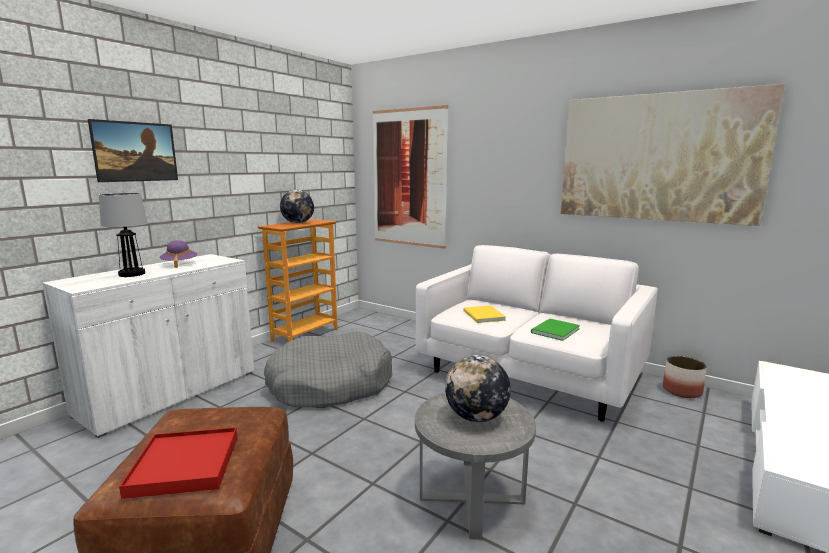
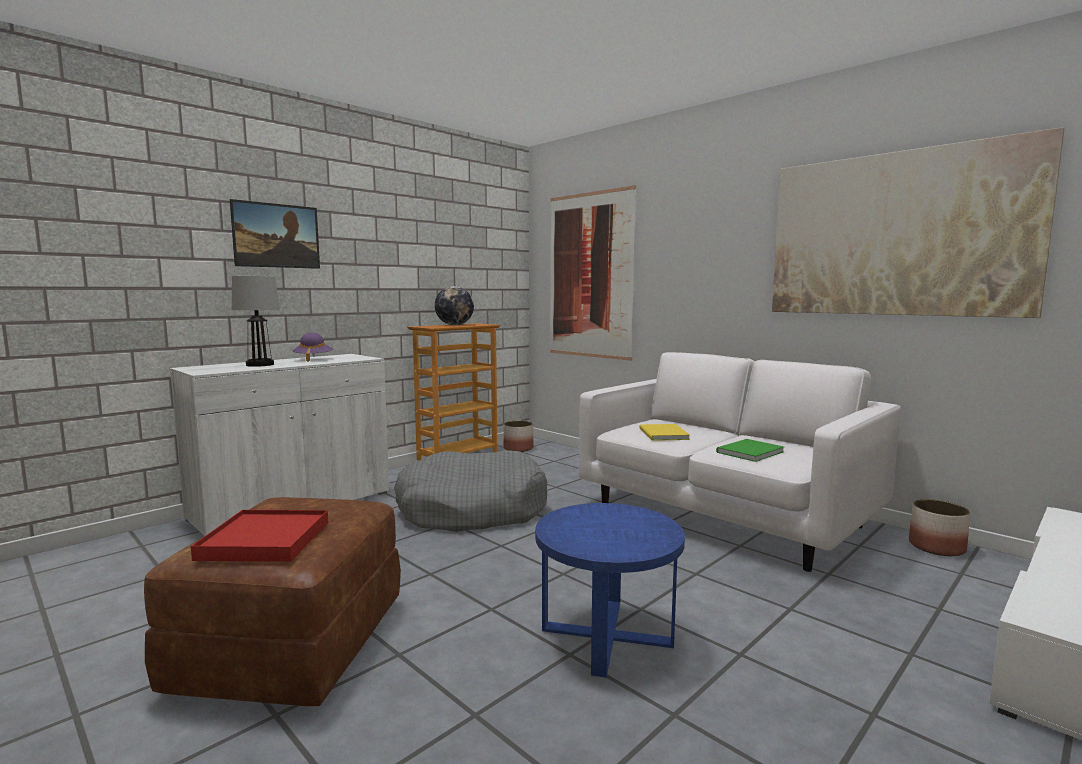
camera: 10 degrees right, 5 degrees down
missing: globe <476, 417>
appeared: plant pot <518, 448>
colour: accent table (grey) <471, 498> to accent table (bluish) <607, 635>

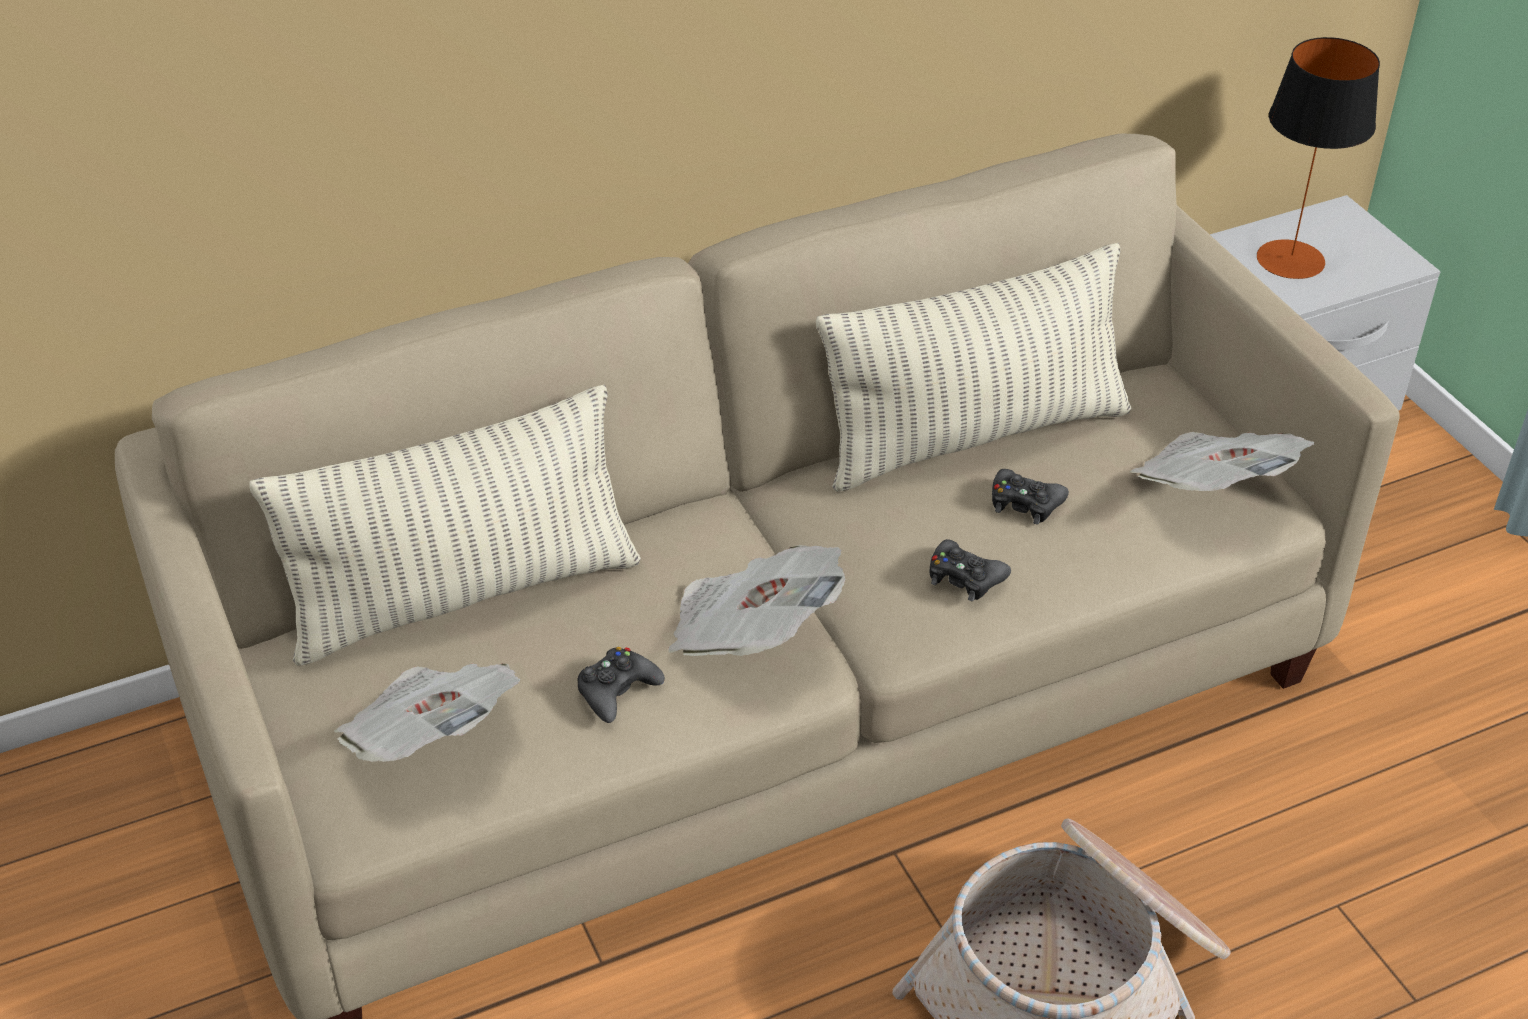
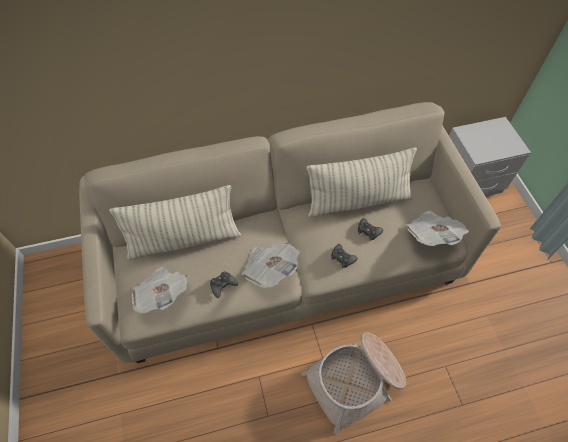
camera: 10 degrees right, 15 degrees up
missing: lamp for a table <1291, 260>

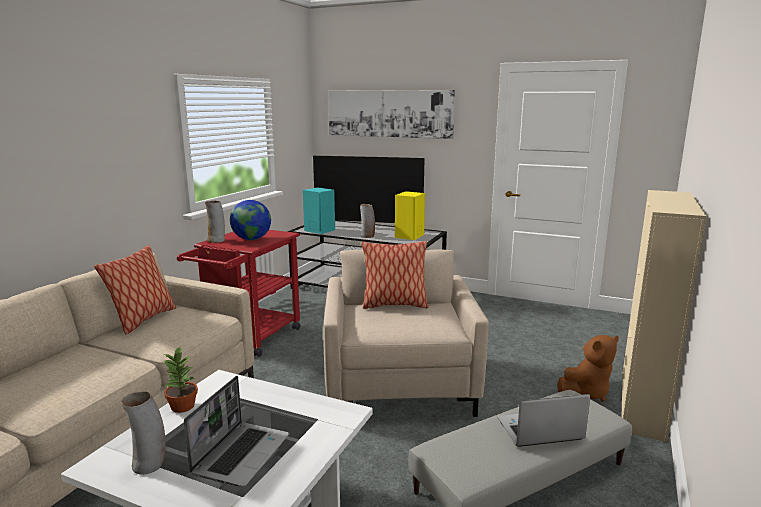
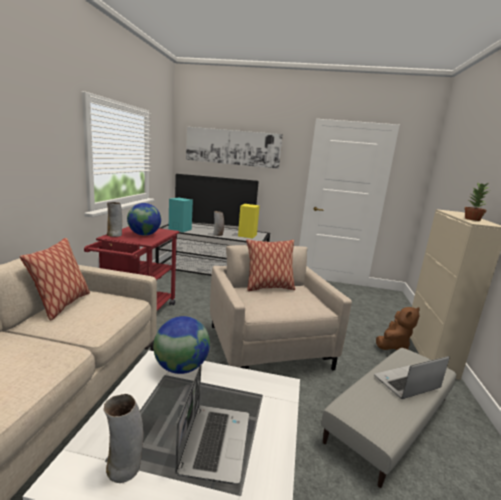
camera: 15 degrees left, 0 degrees up
appeared: globe <181, 368>
relocated: potted plant <182, 407> to <472, 219>

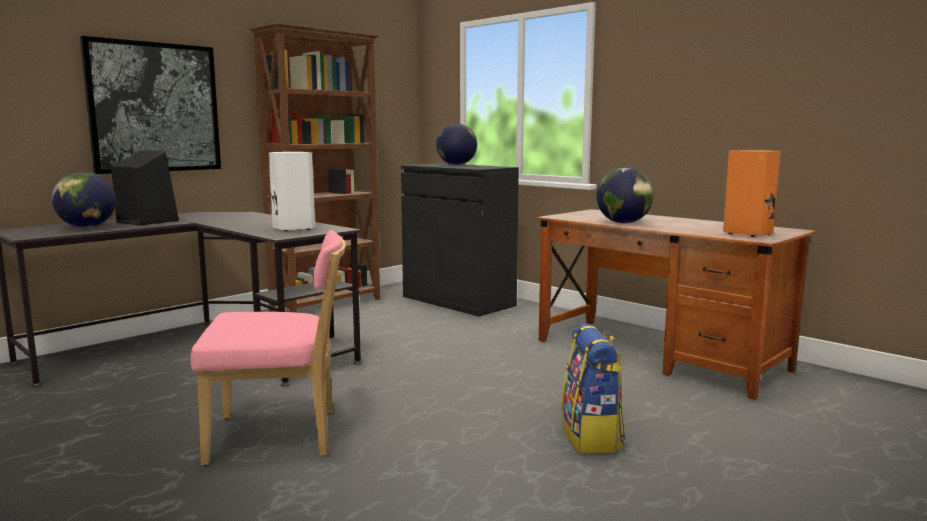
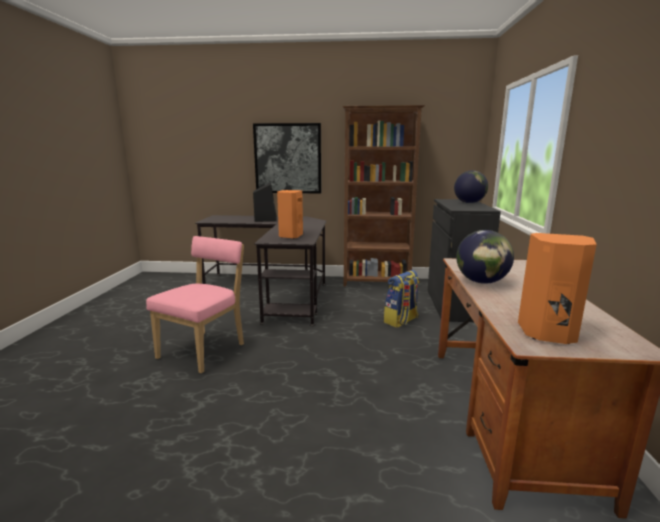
camera: 50 degrees right, 5 degrees up
missing: globe <86, 227>
relocated: knapsack <592, 437> to <401, 321>
colour: loudspeaker (whitish) <292, 228> to loudspeaker (orange-coloured) <290, 236>
spun: plain chair (pink) <281, 436> = <205, 349> 105 degrees counterclockwise

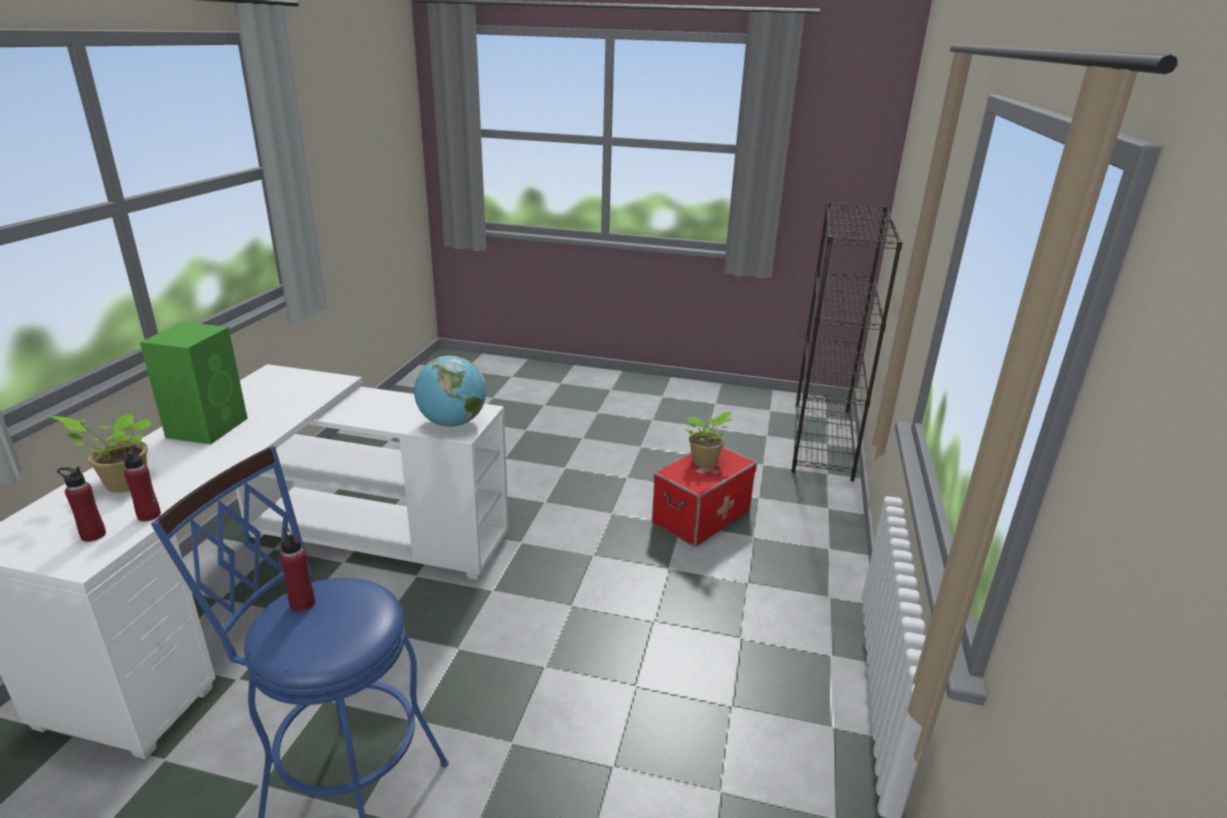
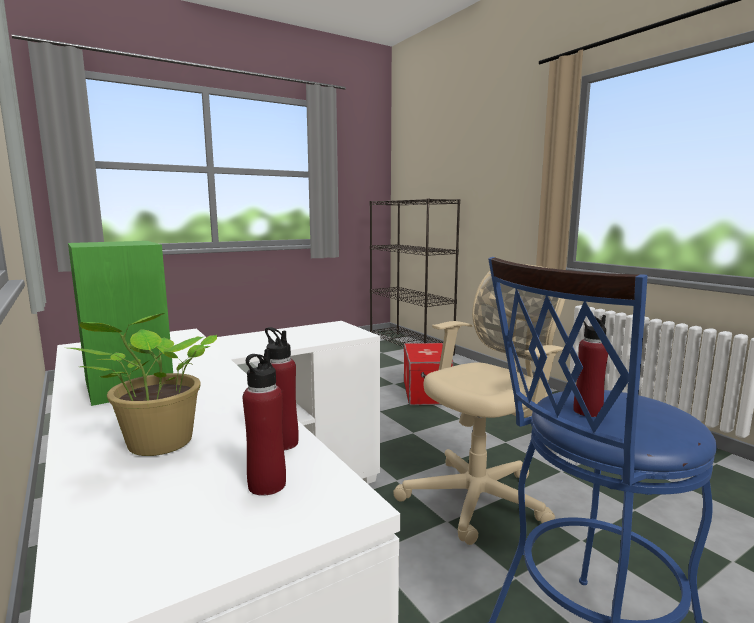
camera: 45 degrees left, 15 degrees down
missing: globe <452, 423>; potted plant <705, 462>
appeared: desk chair (beige) <481, 497>

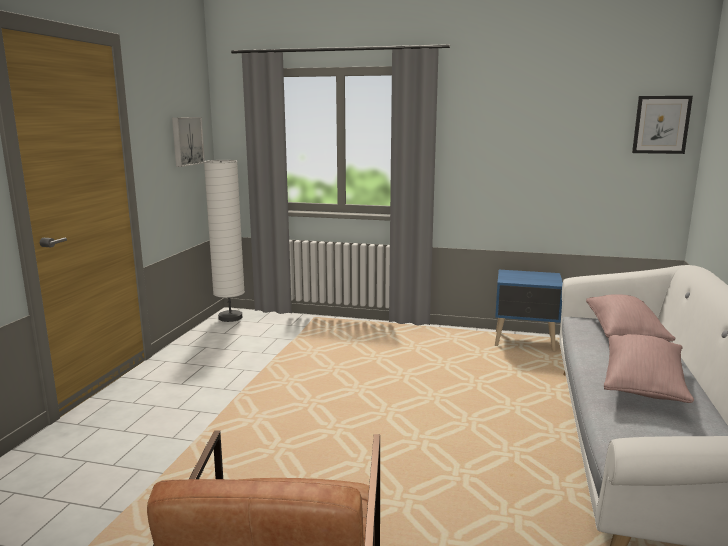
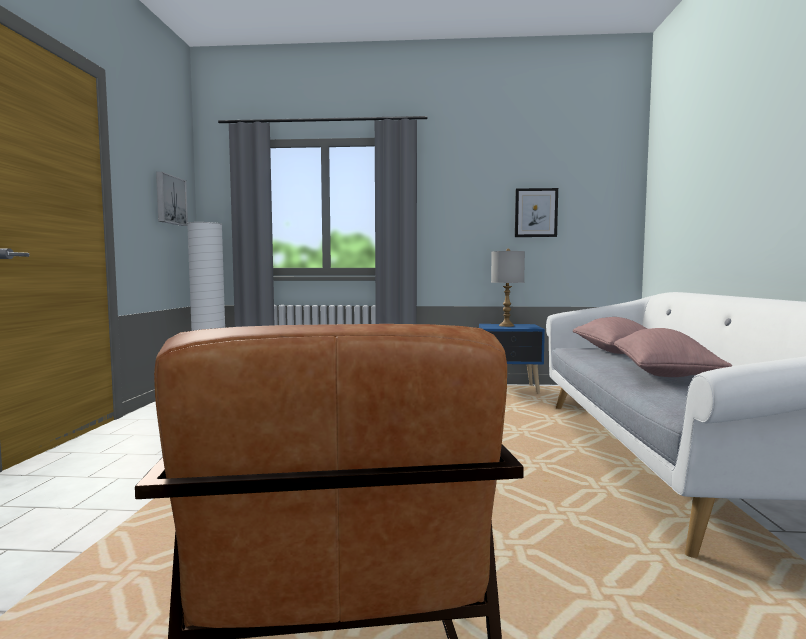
camera: 10 degrees left, 10 degrees down
appeared: lamp for a table (grey) <506, 325>
relocated: wall art <661, 125> to <536, 213>

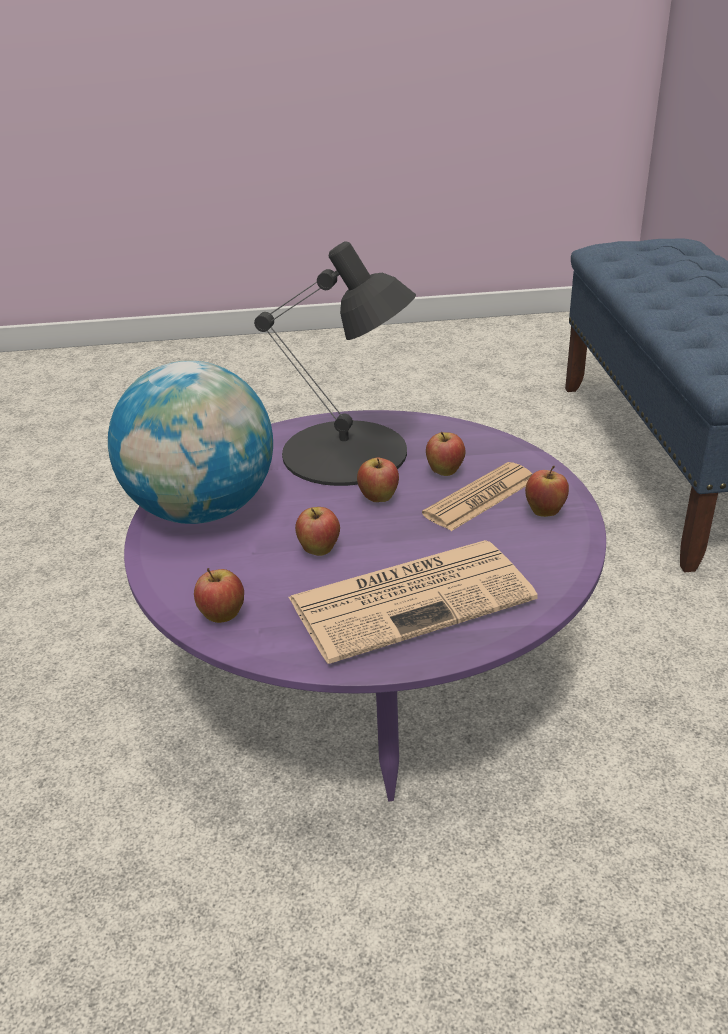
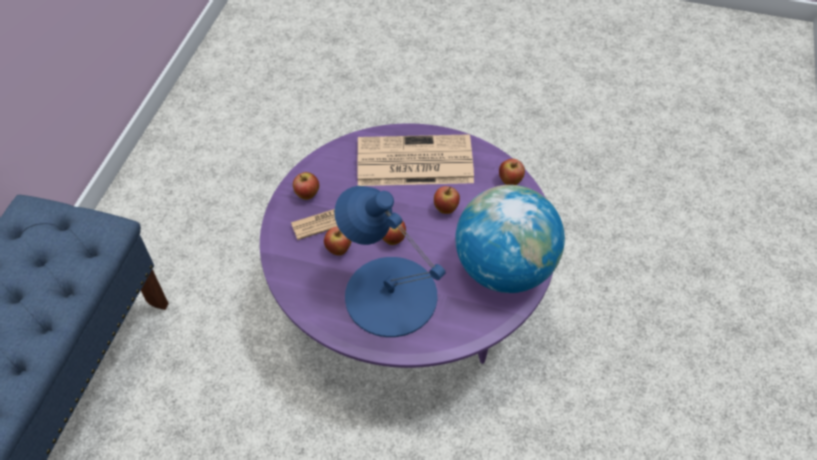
camera: 160 degrees left, 20 degrees up
colour: lamp for a table (blackish) <346, 453> to lamp for a table (bluish) <390, 295>

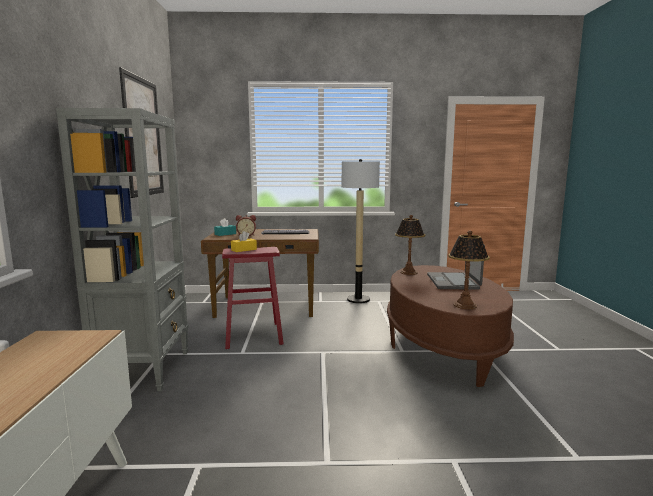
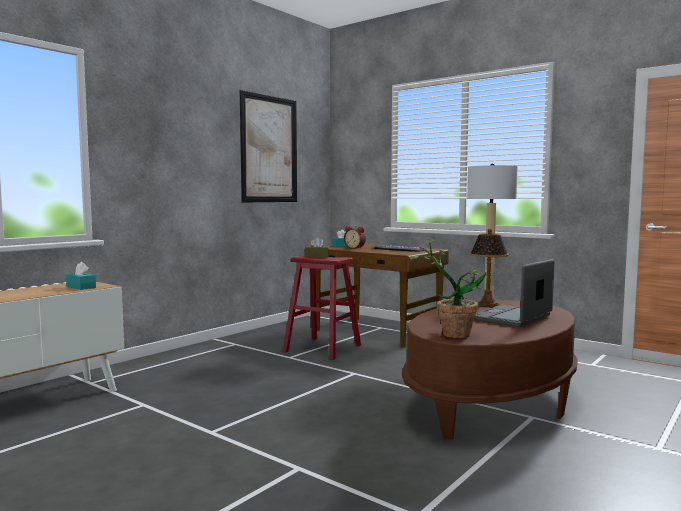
camera: 40 degrees right, 5 degrees down
missing: shelving unit (grey) <145, 370>
appeared: tissue holder (turquoise) <81, 287>
exchanged: lamp for a table <465, 305> to potted plant <451, 333>
colour: tissue holder (yellow) <244, 250> to tissue holder (brown) <317, 256>

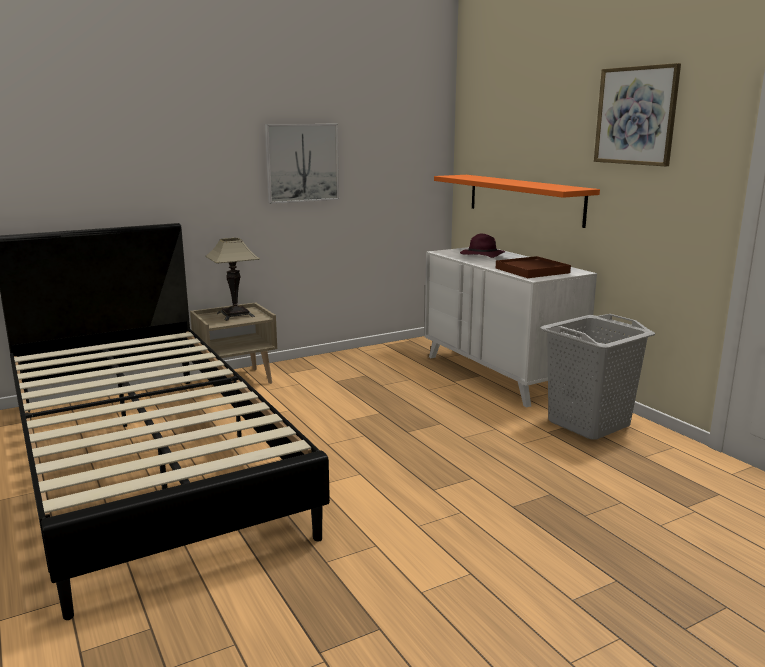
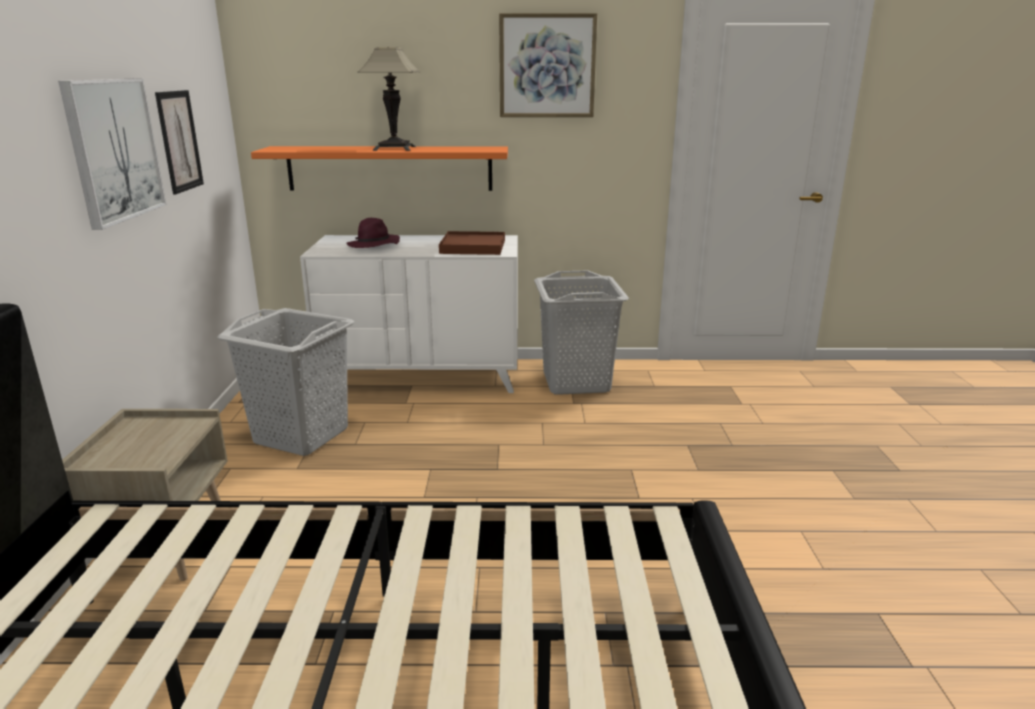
camera: 60 degrees left, 5 degrees up
appeared: wall art <179, 141>; washing basket (grey) <301, 436>
relocated: lamp for a table <235, 315> to <394, 148>

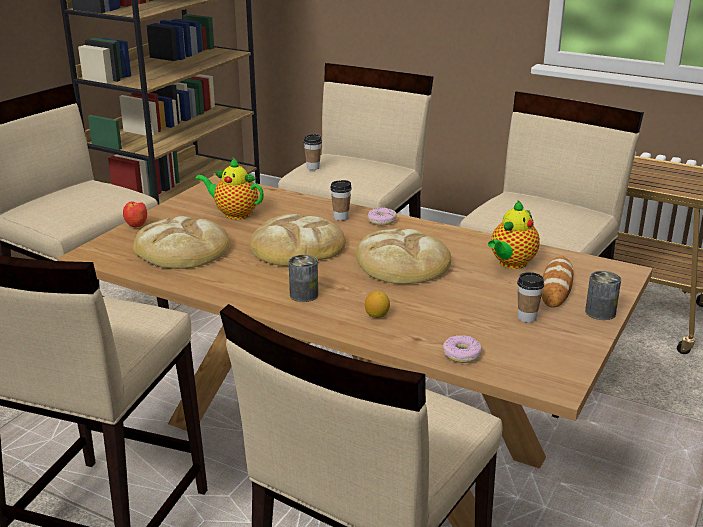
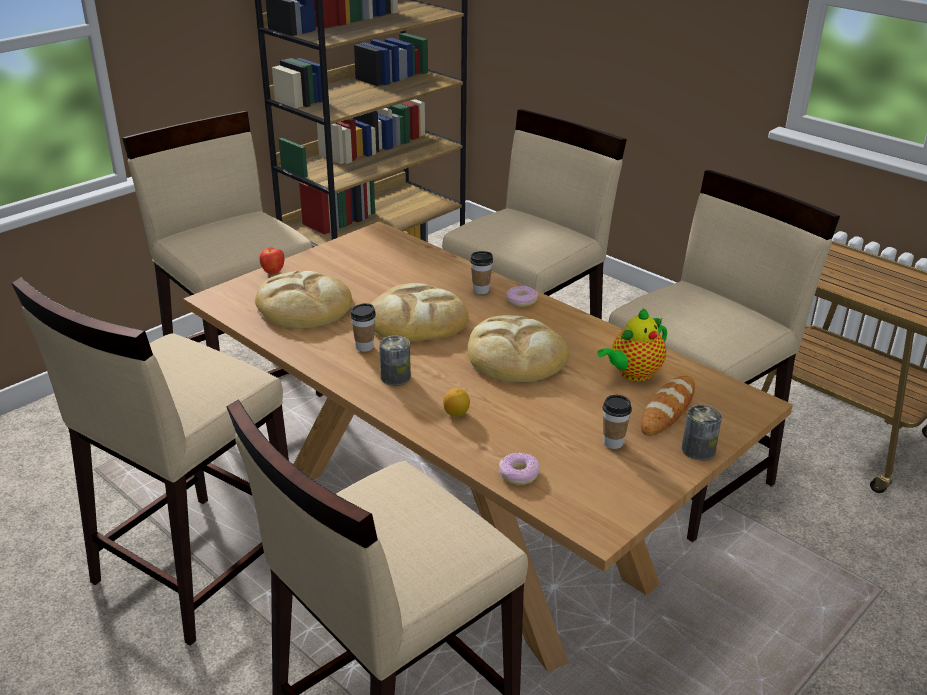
camera: 15 degrees right, 5 degrees up
missing: tea pot <234, 214>
relocated: cup <313, 167> to <364, 347>

